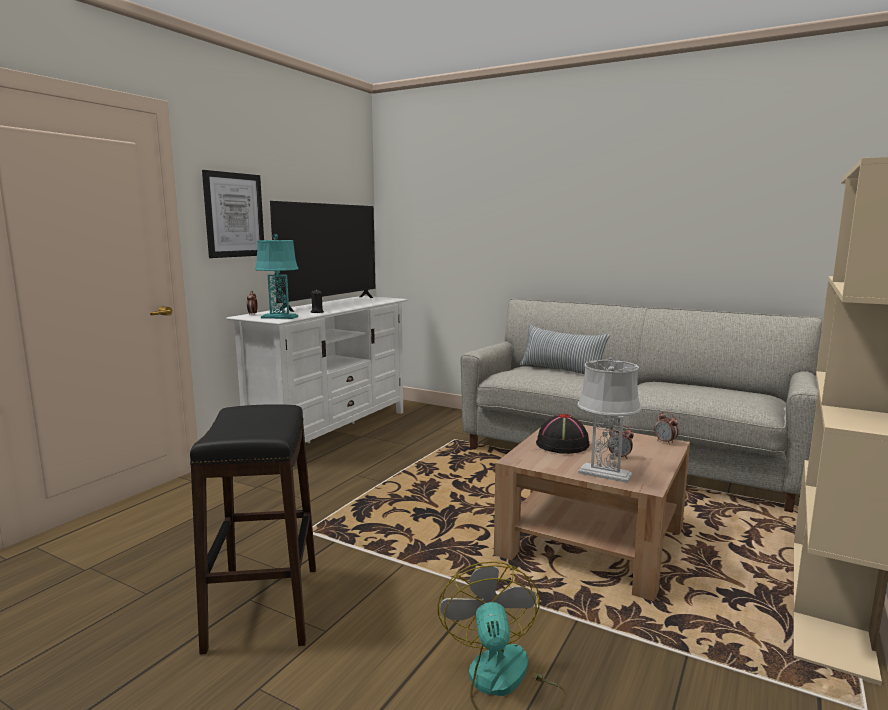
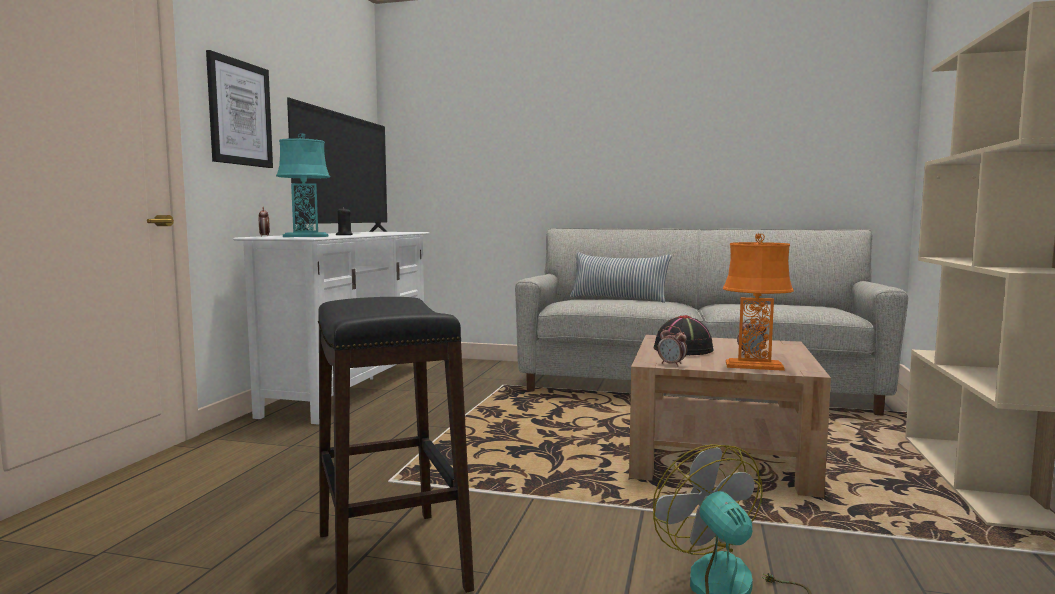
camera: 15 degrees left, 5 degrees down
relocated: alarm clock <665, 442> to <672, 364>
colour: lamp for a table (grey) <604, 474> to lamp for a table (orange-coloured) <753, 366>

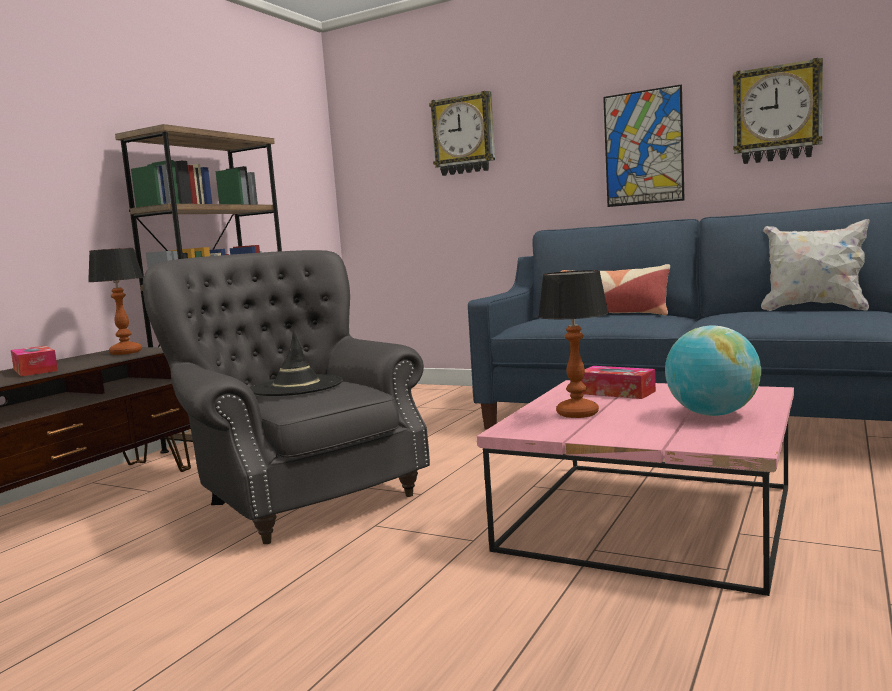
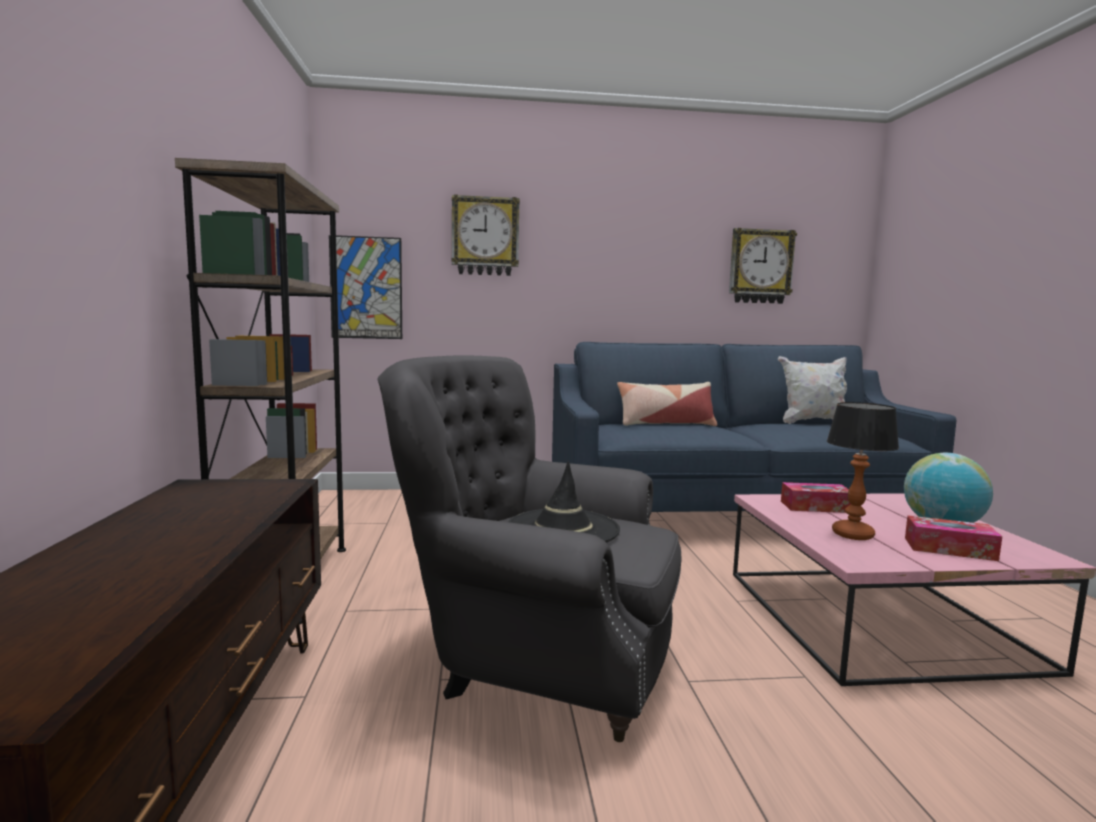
camera: 35 degrees left, 0 degrees up
missing: lamp for a table <126, 352>
relocated: tissue holder <35, 370> to <949, 549>; wall art <643, 148> to <366, 288>

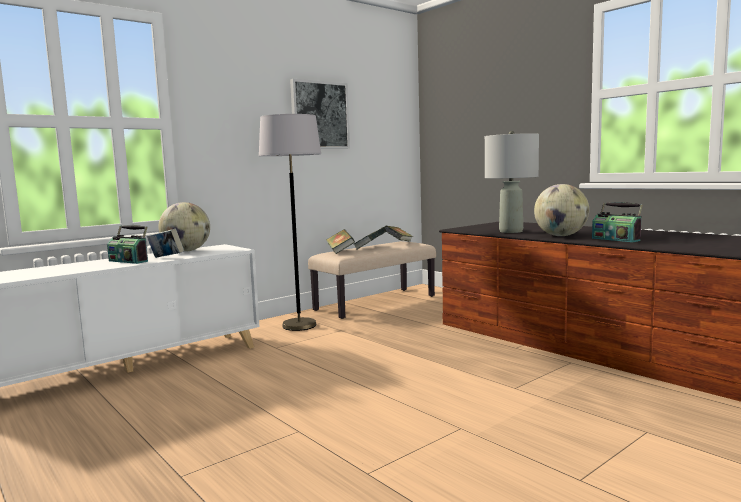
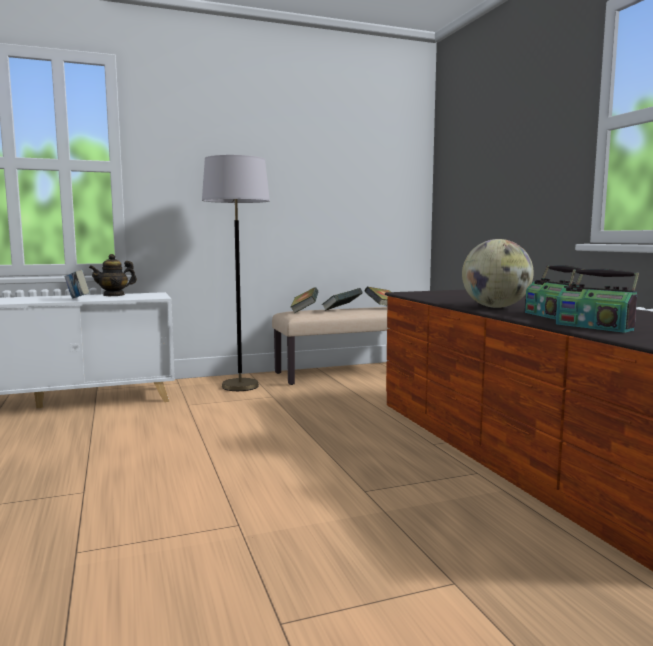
camera: 20 degrees right, 0 degrees up
missing: wall art <319, 115>; lamp for a table (grey) <511, 231>
relocated: radio <129, 261> to <594, 326>
exchanged: globe <186, 251> to tea pot <114, 295>

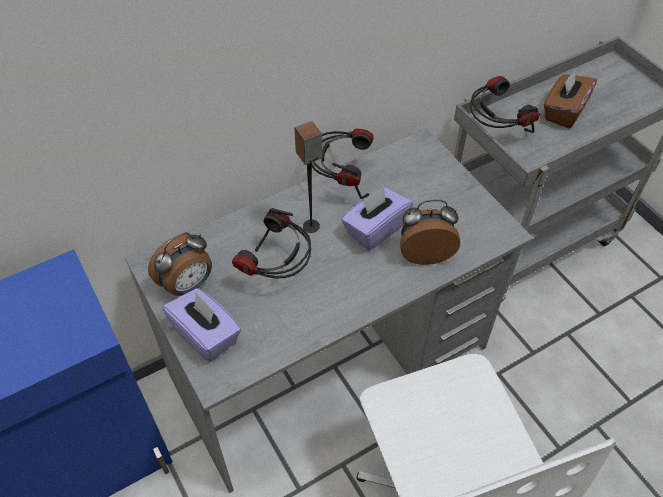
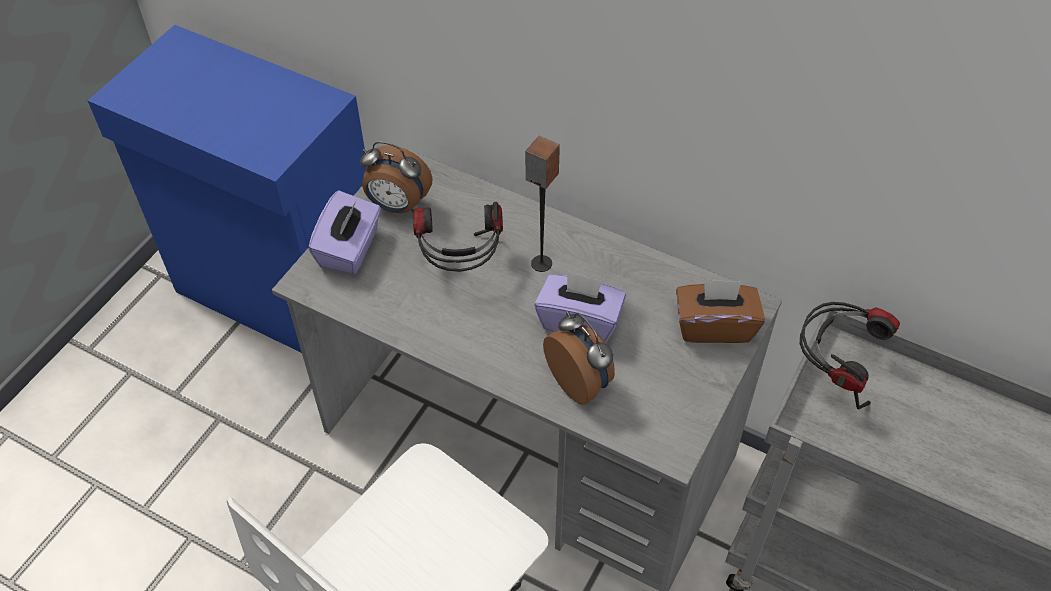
camera: 60 degrees right, 0 degrees up
missing: headset <341, 181>
relocated: tissue holder (brown) <563, 111> to <714, 326>

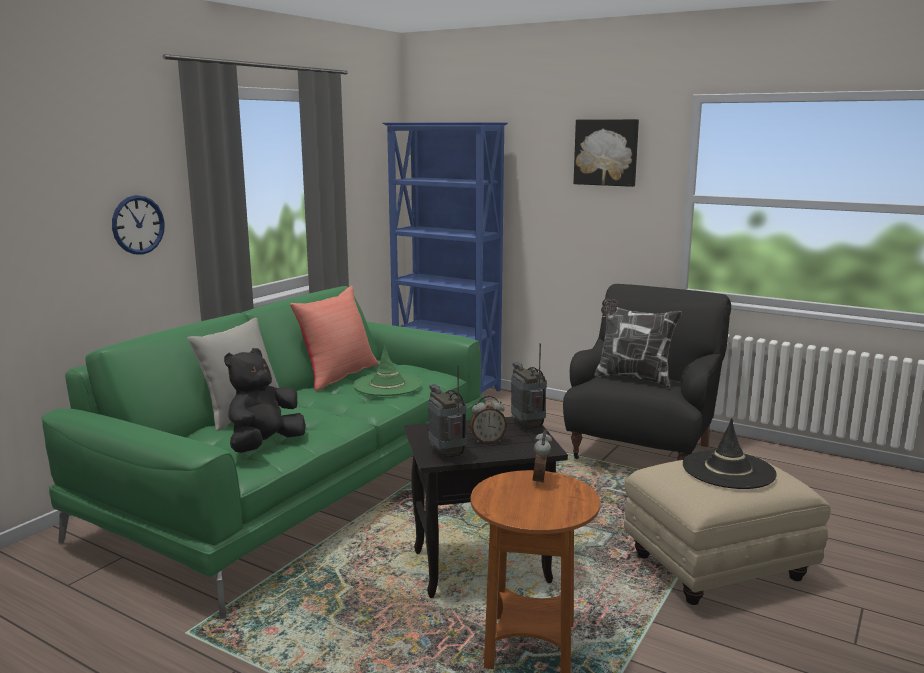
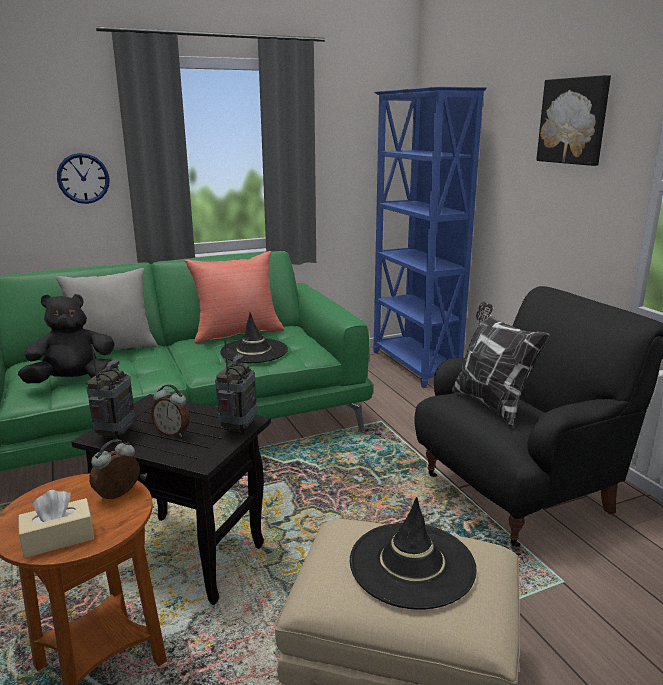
camera: 35 degrees right, 5 degrees up
appeared: tissue holder (beige) <58, 538>
colour: hat (greenish) <387, 385> to hat (blackish) <254, 351>

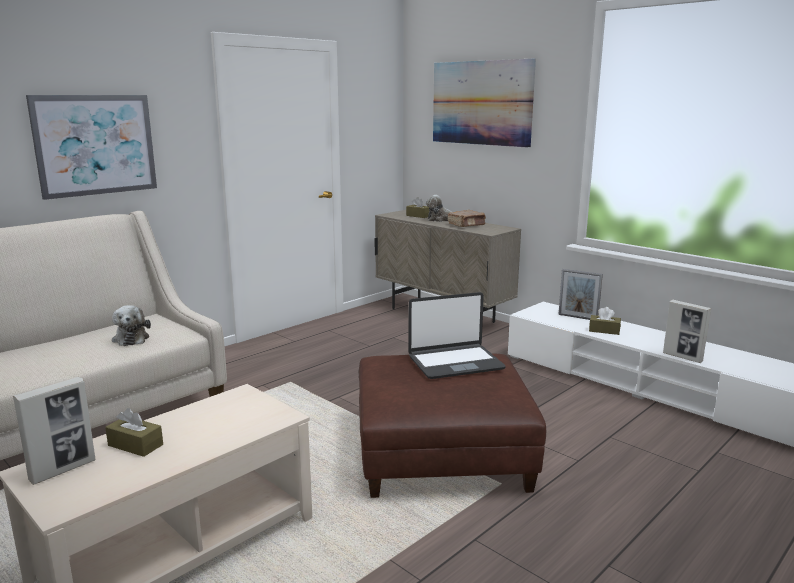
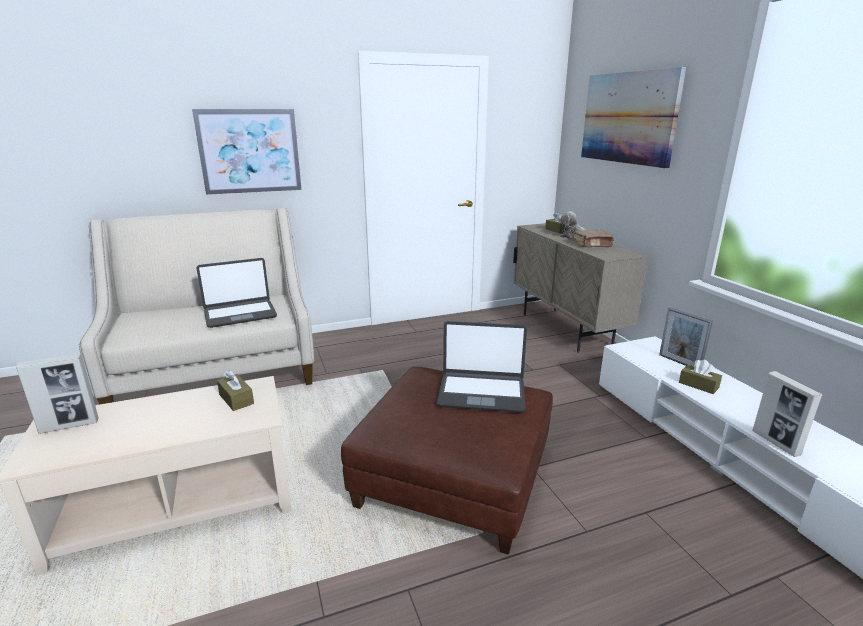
camera: 25 degrees right, 5 degrees up
relocated: tissue holder (brown) <135, 445> to <236, 399>
exchanged: plush toy <131, 338> to notebook computer <240, 314>

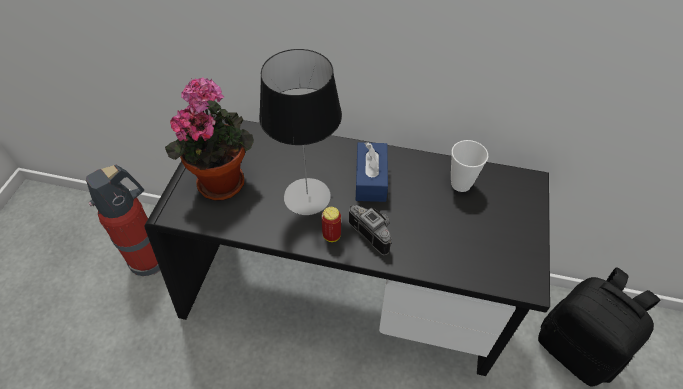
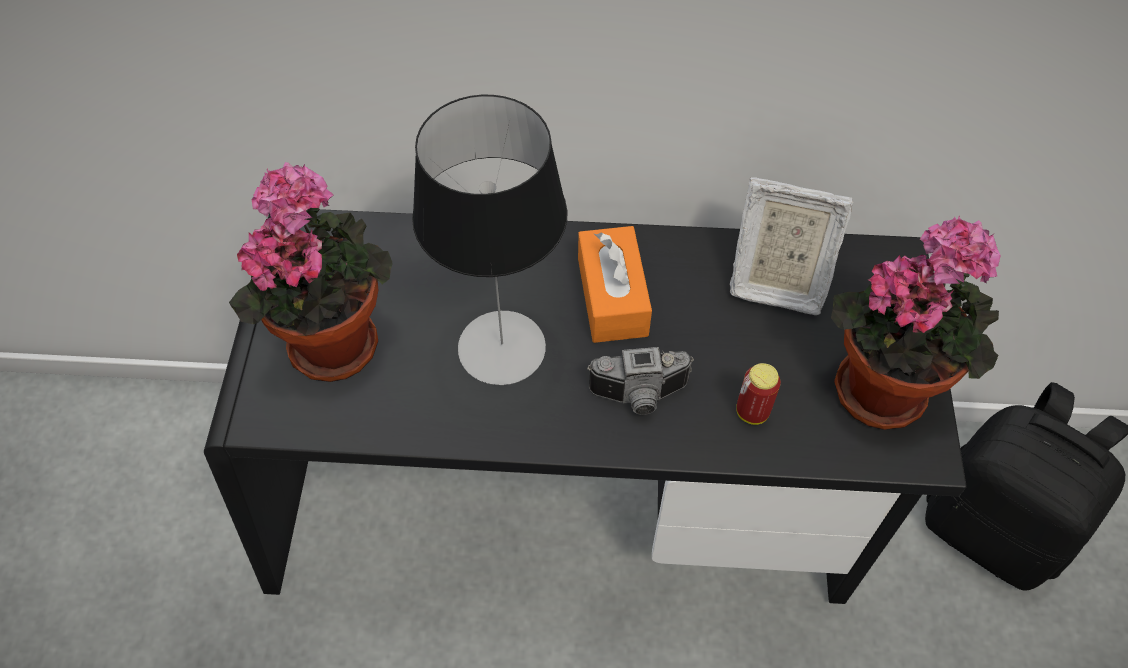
camera: 10 degrees left, 5 degrees up
missing: fire extinguisher <150, 258>
appeared: potted plant <885, 384>
relocated: can <331, 235> to <752, 412>
exchanged: cup <461, 184> to picture frame <776, 282>
colour: tissue holder (bluish) <371, 179> to tissue holder (orange-coloured) <612, 297>
spun: still camera <375, 232> = <640, 398> 135 degrees clockwise

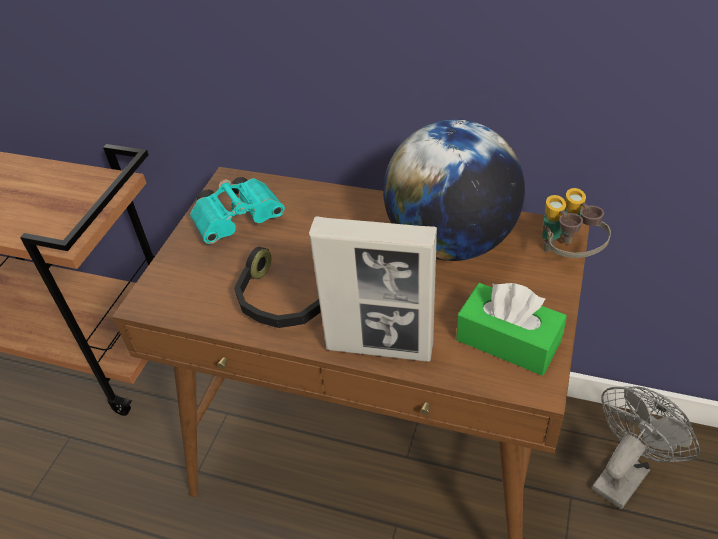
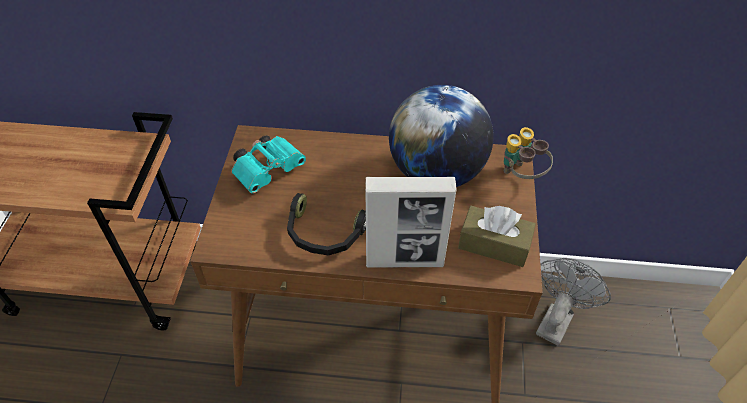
camera: 15 degrees left, 5 degrees up
colour: tissue holder (greenish) <508, 341> to tissue holder (brown) <494, 244>

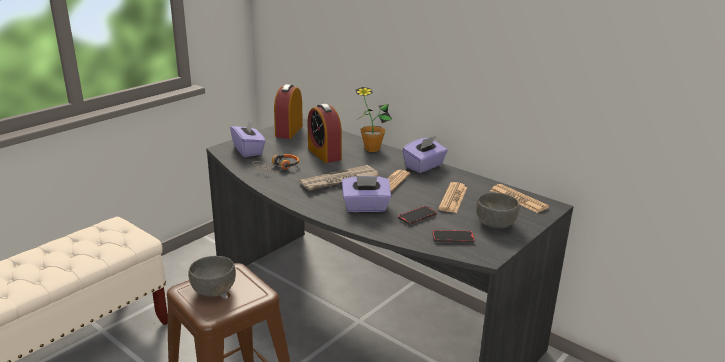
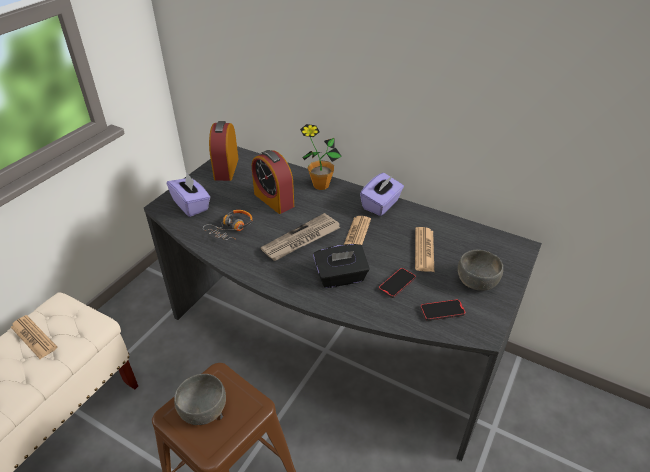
camera: 10 degrees left, 15 degrees up
relocated: printed paper <518, 199> to <33, 337>
colour: tissue holder (purple) <365, 207> to tissue holder (blackish) <340, 277>

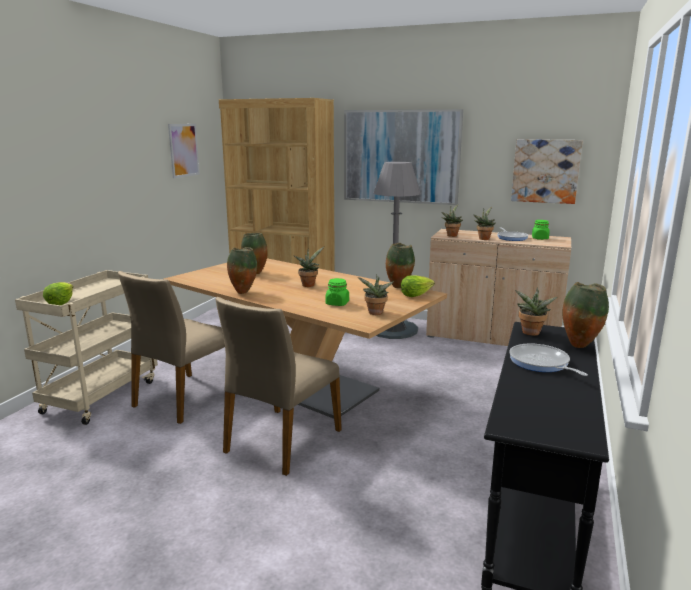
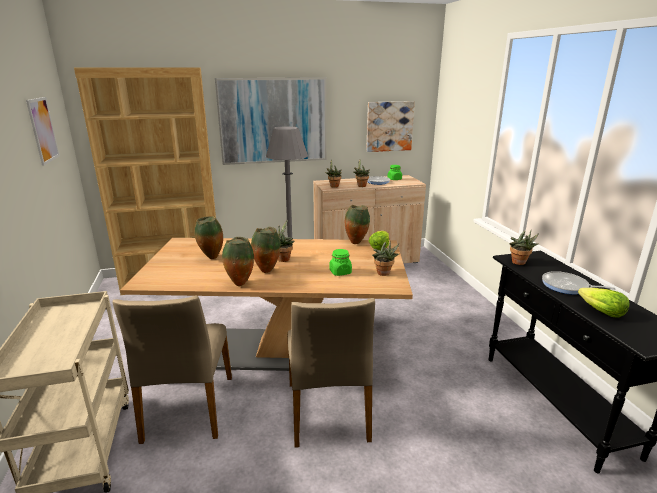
camera: 35 degrees left, 5 degrees up
relocated: lettuce head <60, 302> to <601, 312>; vase <579, 346> to <267, 271>

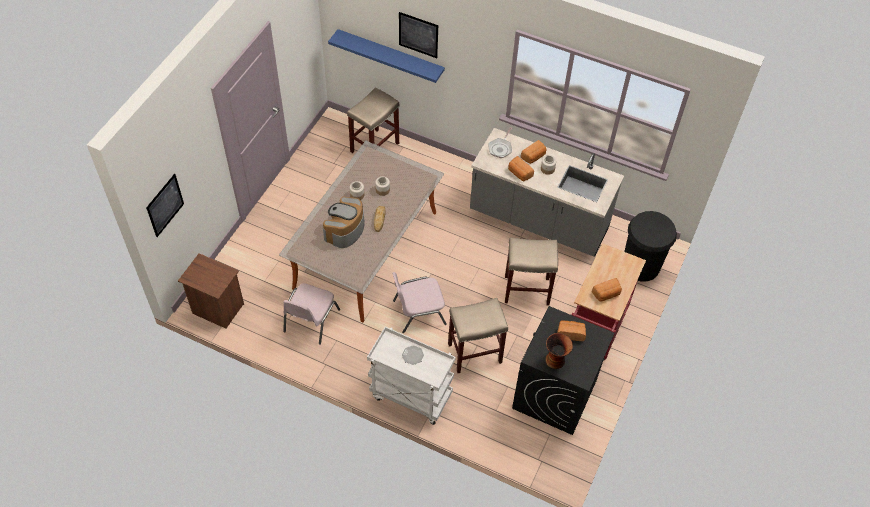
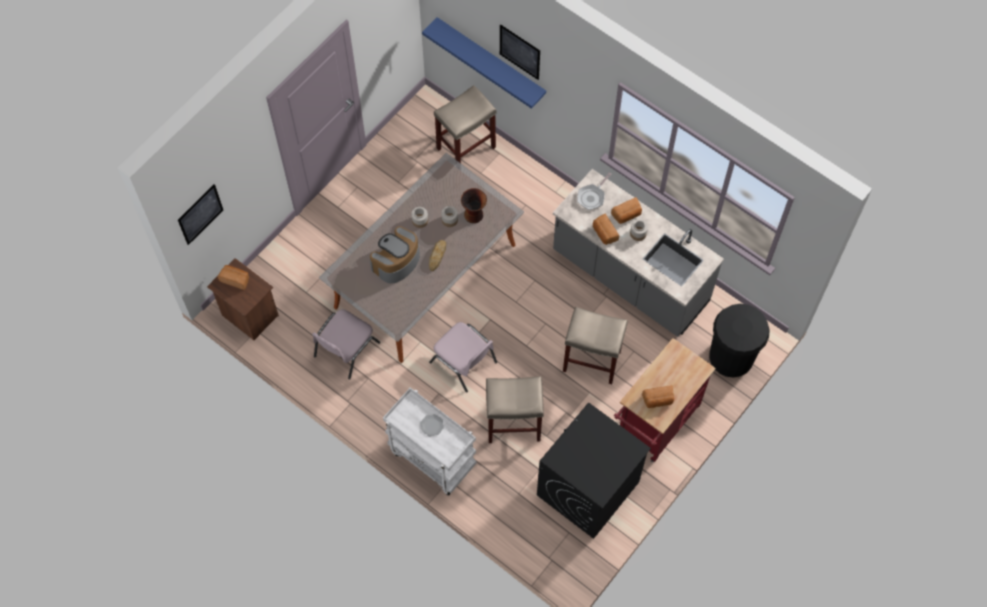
camera: 15 degrees right, 10 degrees up
relocated: vase <555, 360> to <474, 214>; bread <570, 333> to <235, 279>
spun: plain chair (pink) <418, 312> = <464, 362> 135 degrees counterclockwise

